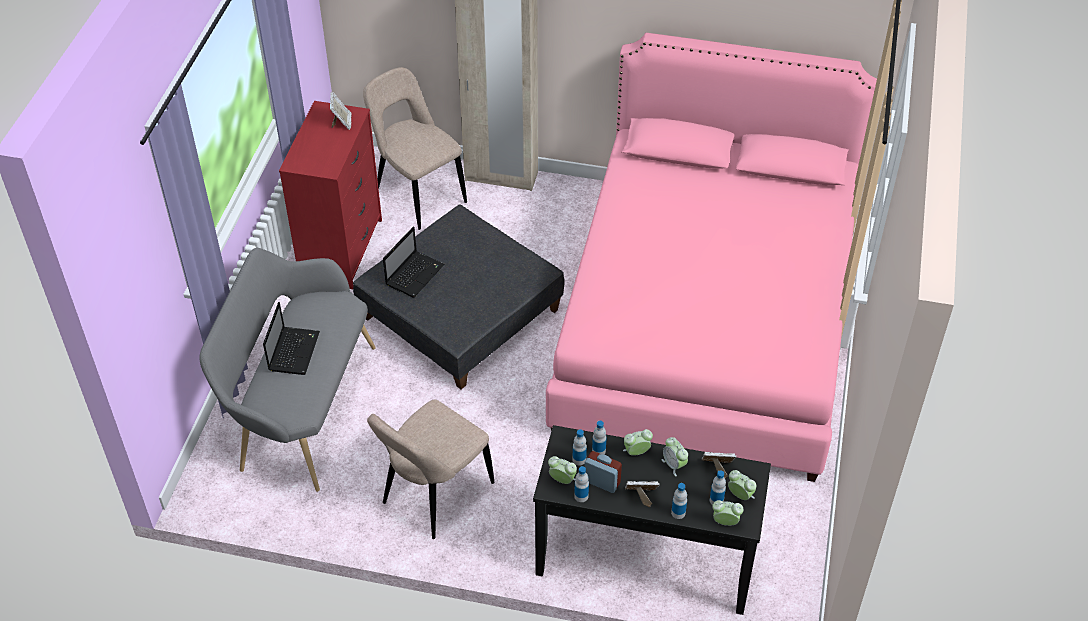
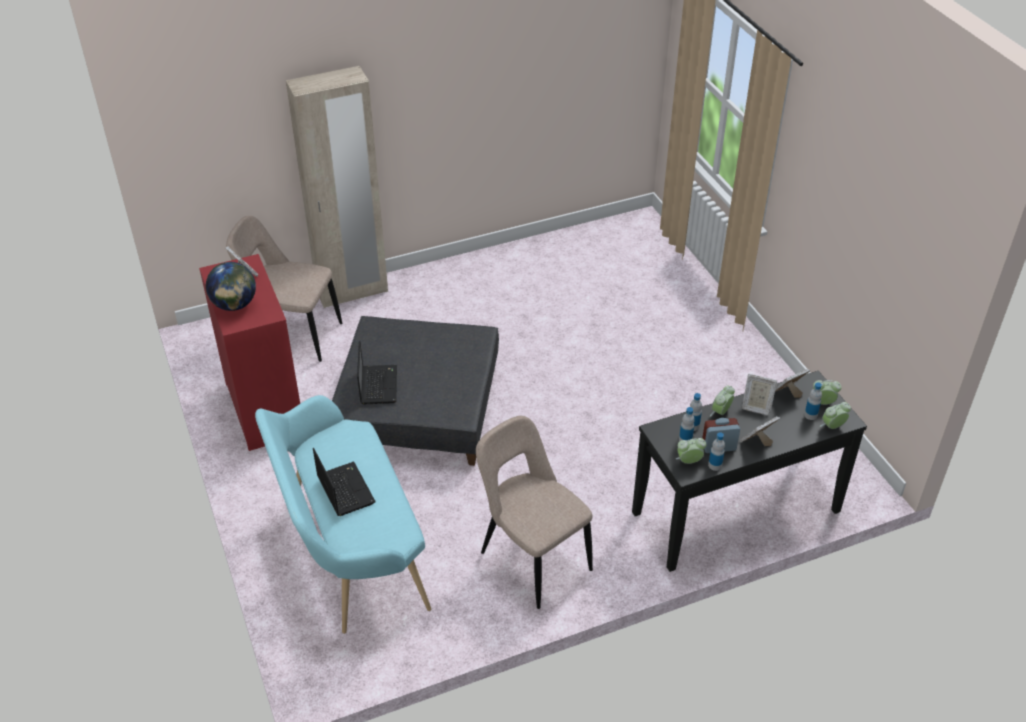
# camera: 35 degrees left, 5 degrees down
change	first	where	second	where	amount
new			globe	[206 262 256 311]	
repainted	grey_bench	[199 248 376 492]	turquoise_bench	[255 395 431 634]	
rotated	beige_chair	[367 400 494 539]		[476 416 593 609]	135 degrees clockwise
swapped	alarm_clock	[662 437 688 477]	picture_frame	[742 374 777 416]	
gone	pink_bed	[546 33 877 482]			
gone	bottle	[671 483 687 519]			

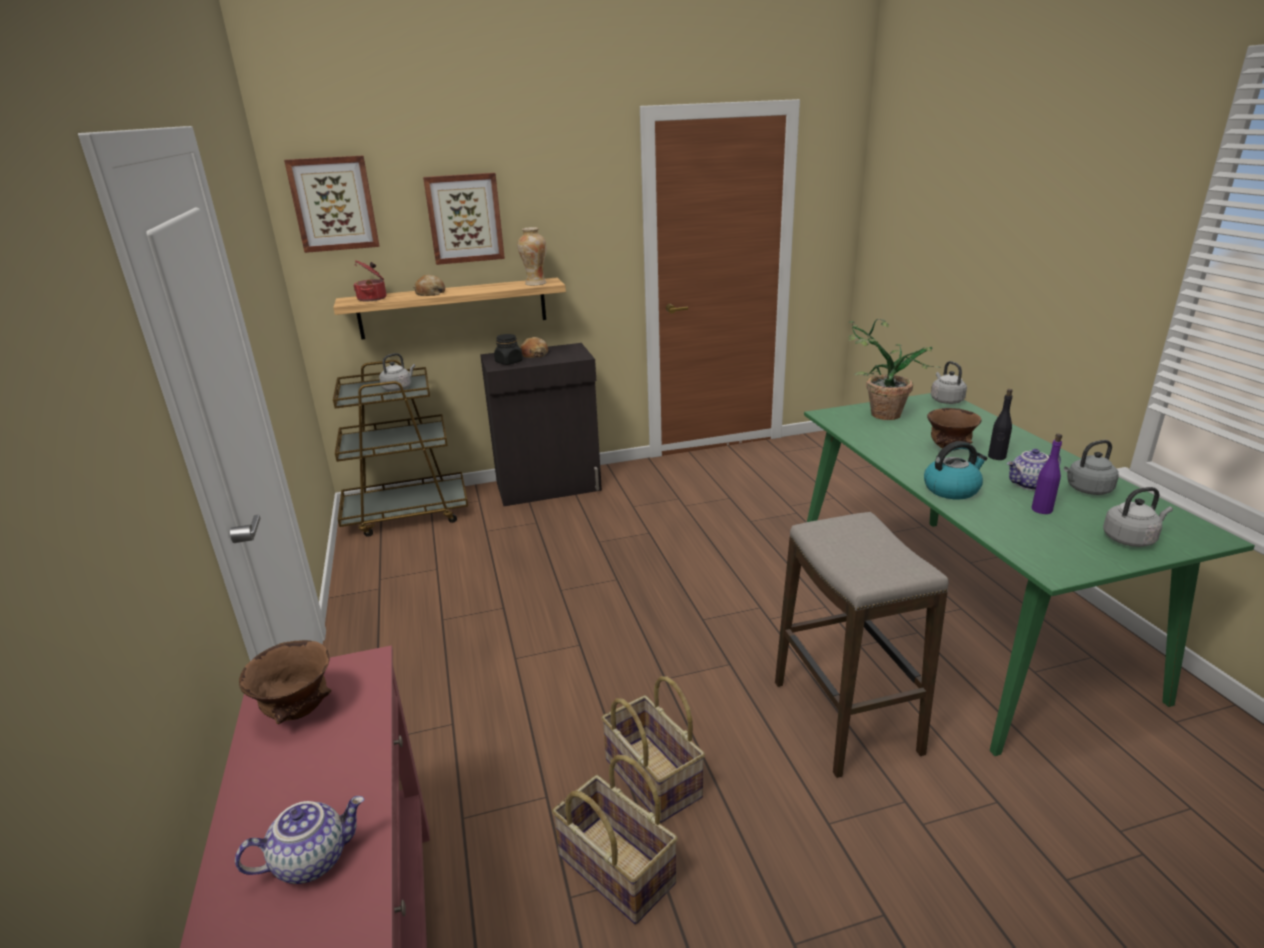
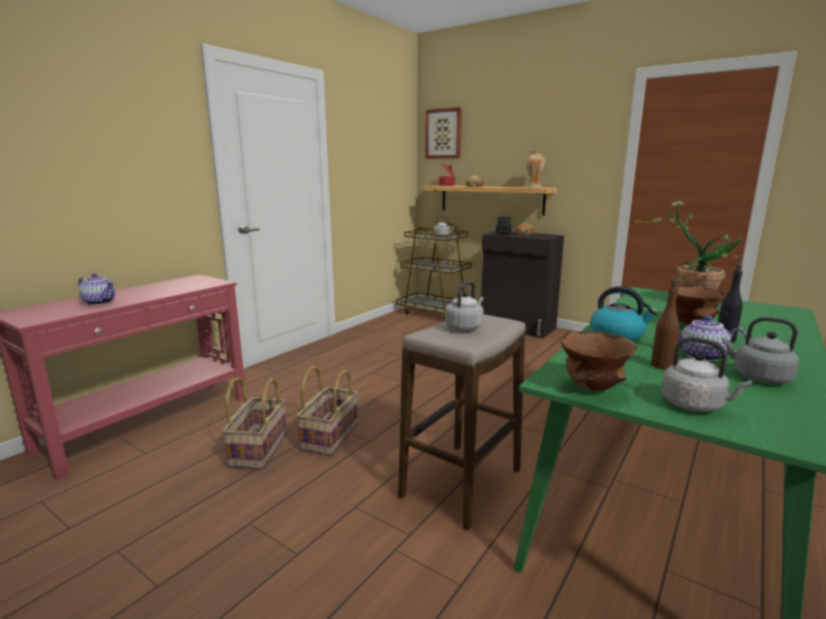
# camera: 50 degrees right, 10 degrees down
change	first	where	second	where	amount
shifted	grey_kettle	[931 361 967 404]		[445 281 484 331]	
shifted	brown_bowl	[239 640 331 724]		[560 331 637 391]	
repainted	purple_bottle	[1032 434 1062 514]	brown_bottle	[651 279 679 370]	
gone	picture	[423 173 505 265]			

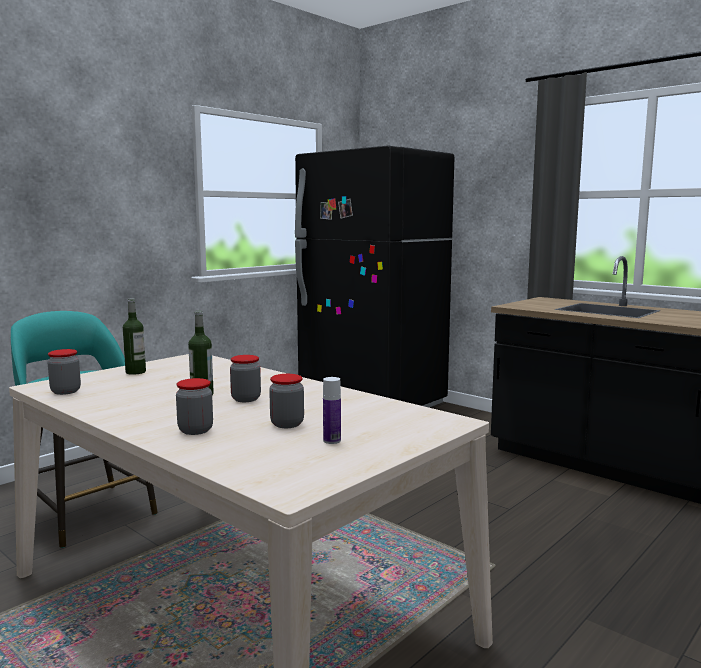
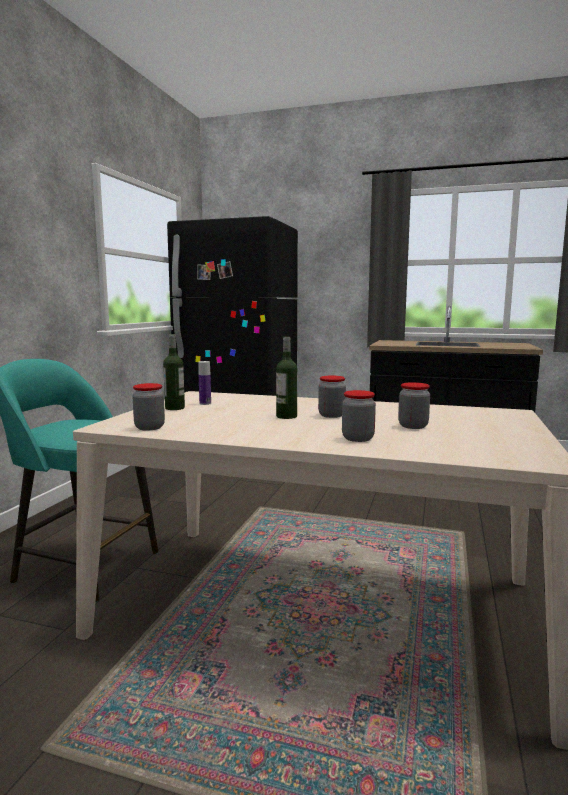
# camera: 25 degrees left, 0 degrees up
change	first	where	second	where	amount
shifted	bottle	[323 377 341 444]		[198 361 211 405]	

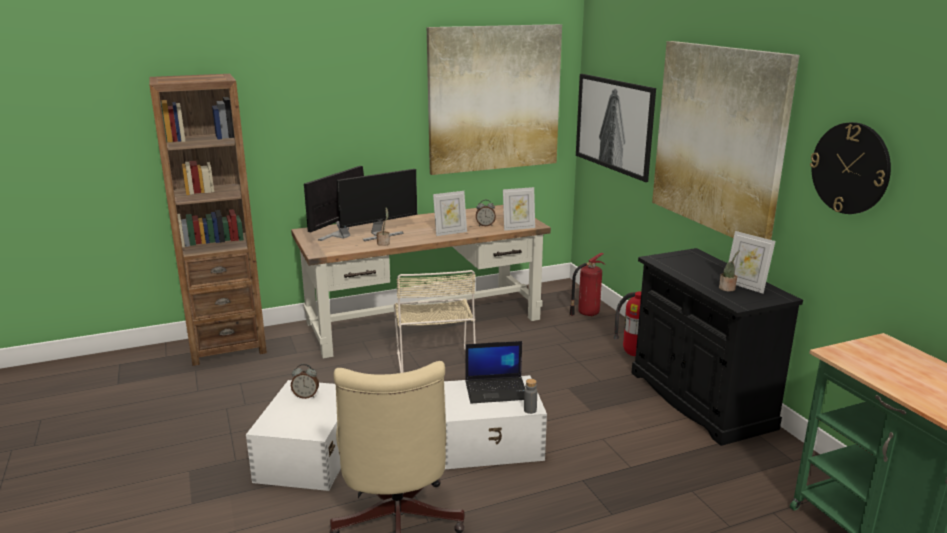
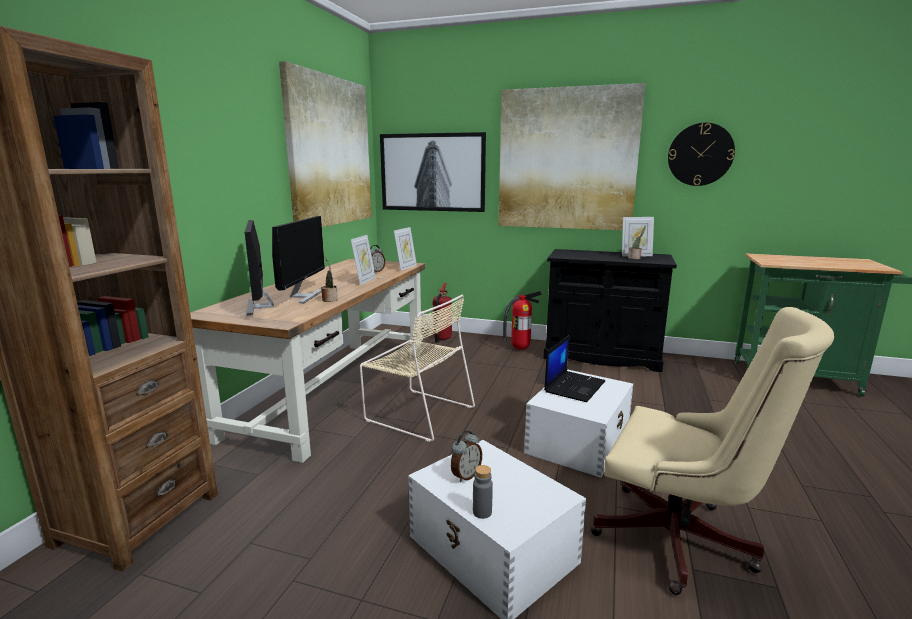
# camera: 50 degrees left, 5 degrees down
change	first	where	second	where	amount
shifted	grey_bottle	[524 379 537 414]		[473 465 493 519]	

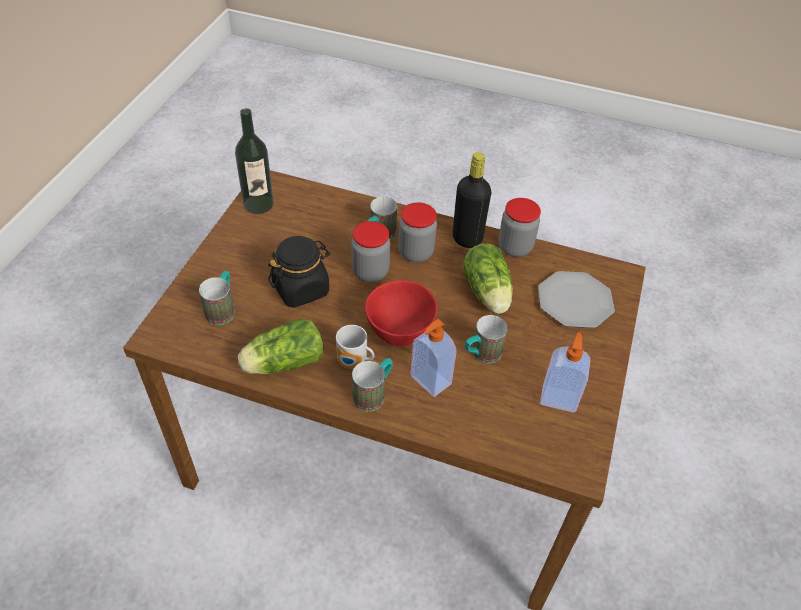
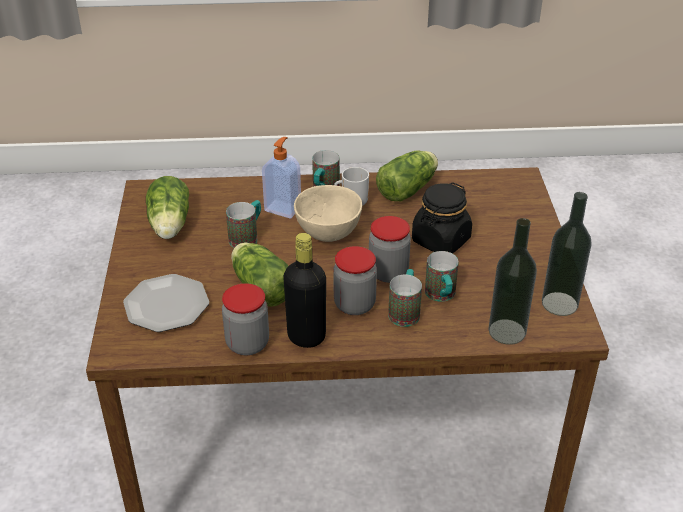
# camera: 160 degrees right, 10 degrees down
change	first	where	second	where	amount
swapped	soap_dispenser	[540 332 590 412]	lettuce	[146 176 189 239]	
repainted	red_bowl	[365 280 438 346]	beige_bowl	[294 185 362 242]	
shifted	mug	[199 271 235 325]		[425 251 459 302]	
new			bottle	[488 218 537 345]	

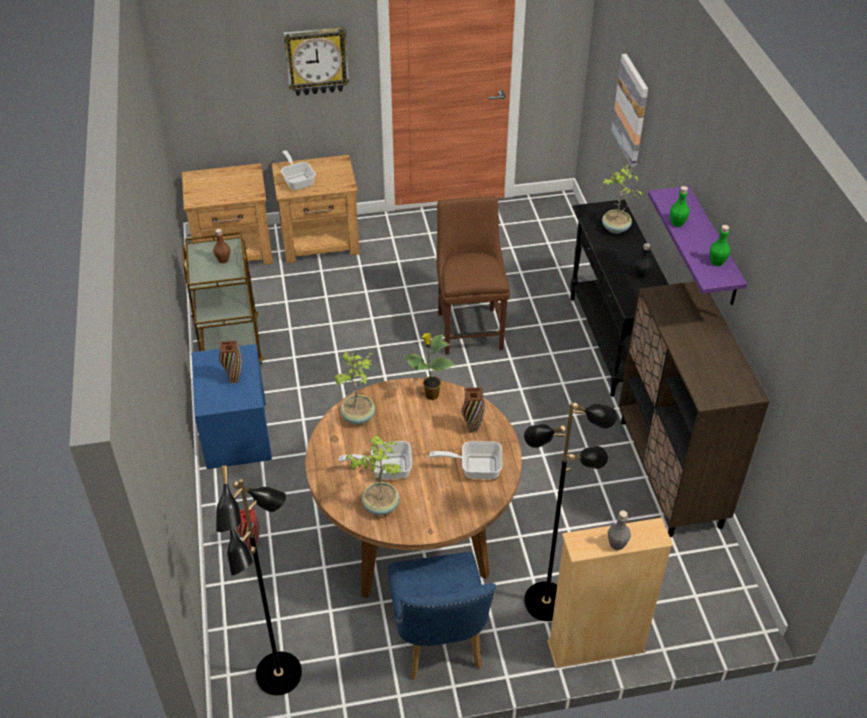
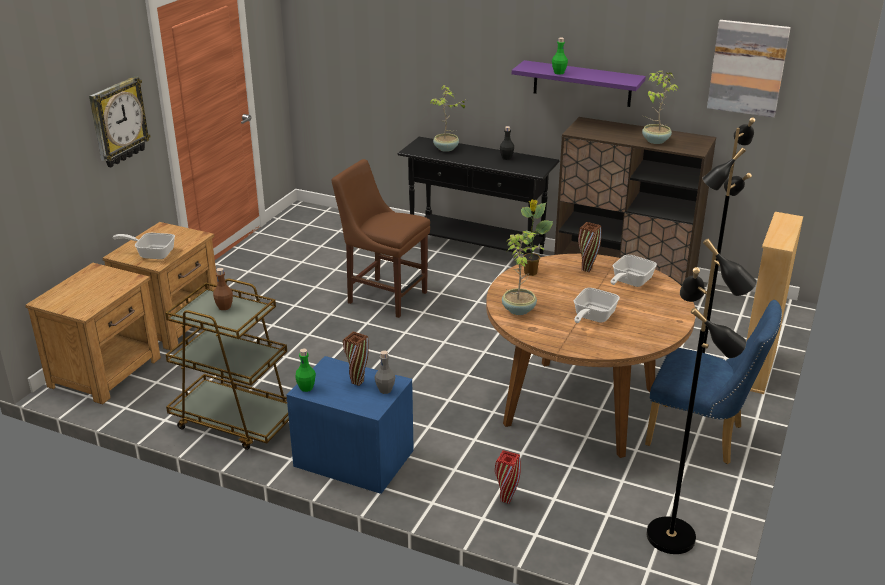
# camera: 55 degrees left, 15 degrees down
change	first	where	second	where	amount
shifted	green_bottle	[710 225 730 266]		[295 348 316 392]	
shifted	grey_bottle	[608 510 631 550]		[375 351 395 394]	
shifted	potted_plant	[345 435 402 515]		[642 71 679 144]	
shifted	picture	[611 54 648 167]		[707 20 791 118]	

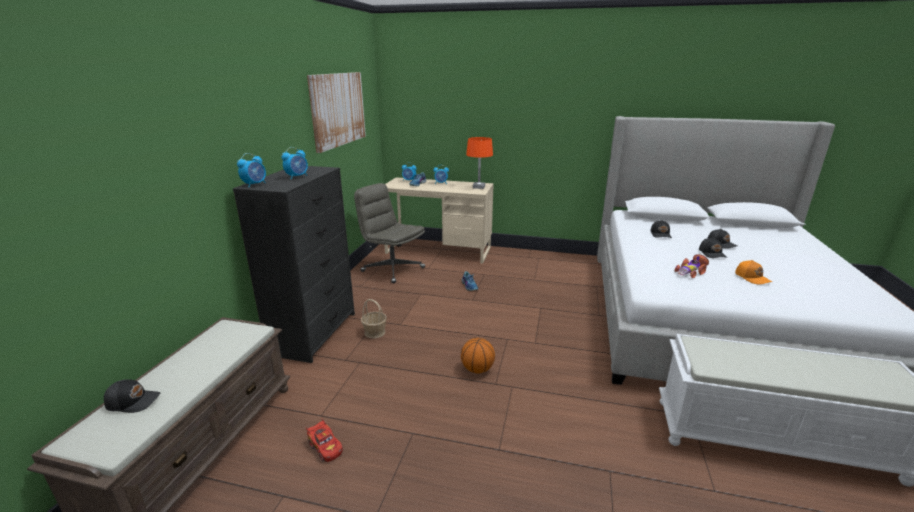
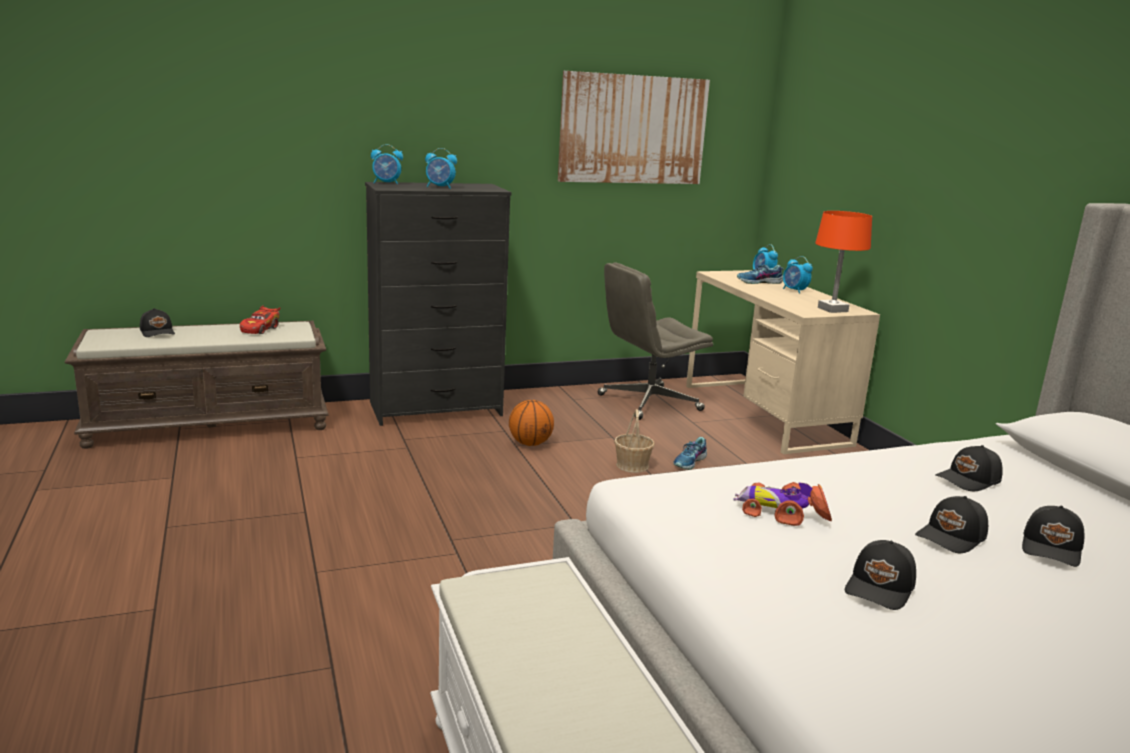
# camera: 55 degrees right, 5 degrees down
change	first	where	second	where	amount
shifted	red_toy_car	[306 419 343 462]		[240 305 280 334]	
shifted	basketball	[461 338 495 374]		[509 400 554 446]	
rotated	grey_office_chair	[354 183 425 283]		[597 262 713 420]	120 degrees counterclockwise
shifted	basket	[361 299 387 338]		[614 409 655 473]	
repainted	orange_cap	[735 260 772 284]	black_cap	[845 540 916 610]	

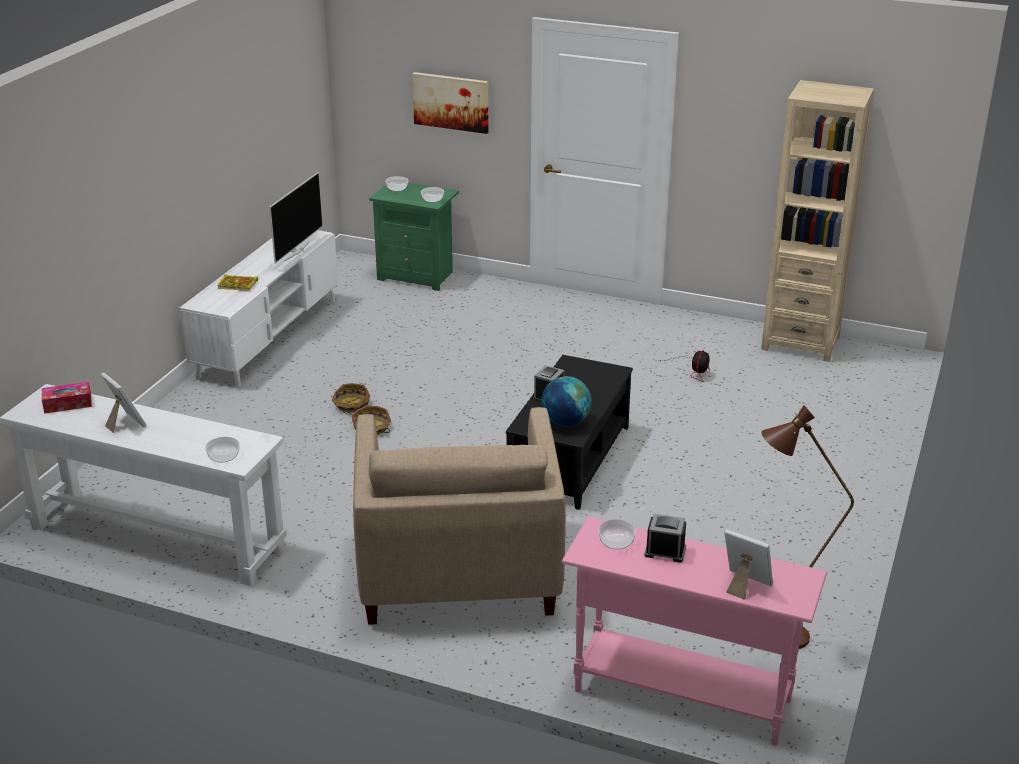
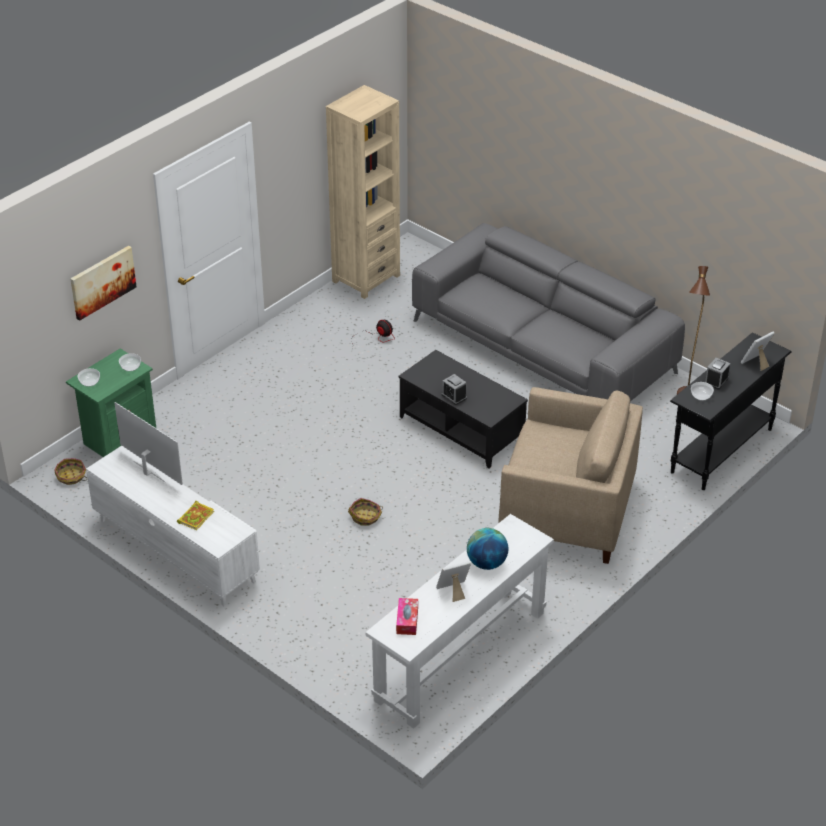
# camera: 70 degrees left, 10 degrees up
change	first	where	second	where	amount
shifted	basket	[332 383 370 413]		[54 458 87 485]	
new			grey_sofa	[412 223 685 401]	
shifted	globe	[541 376 592 426]		[467 528 508 570]	
repainted	pink_console_table	[562 517 827 746]	black_console_table	[670 333 792 490]	
gone	bowl	[205 437 240 462]			

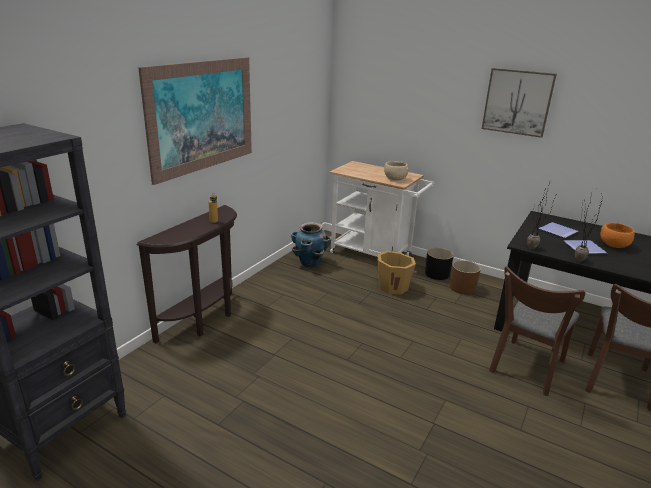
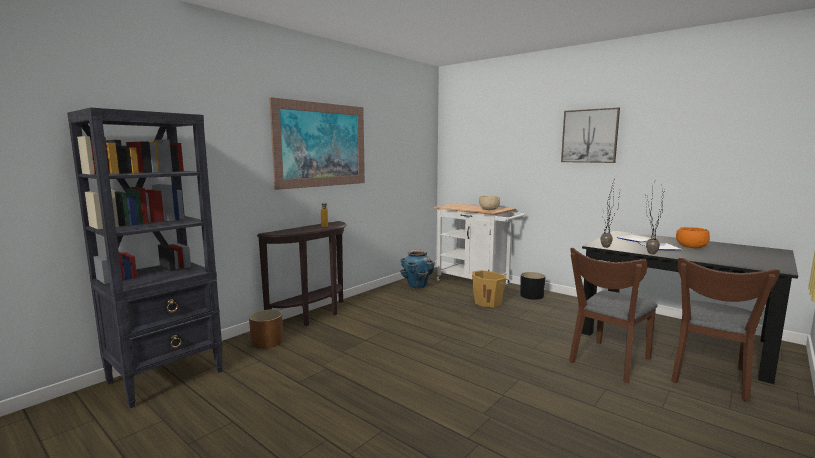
# camera: 10 degrees right, 15 degrees down
change	first	where	second	where	amount
shifted	brown_planter	[450 260 481 295]		[249 310 283 349]	

